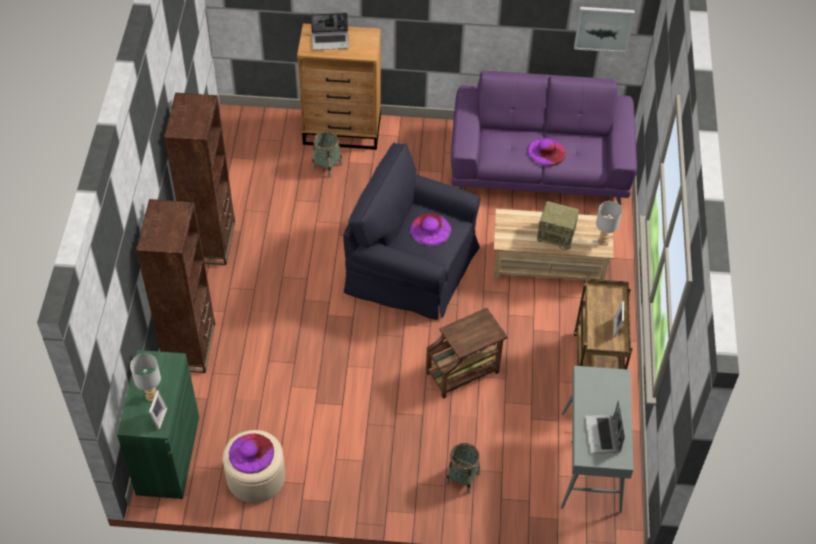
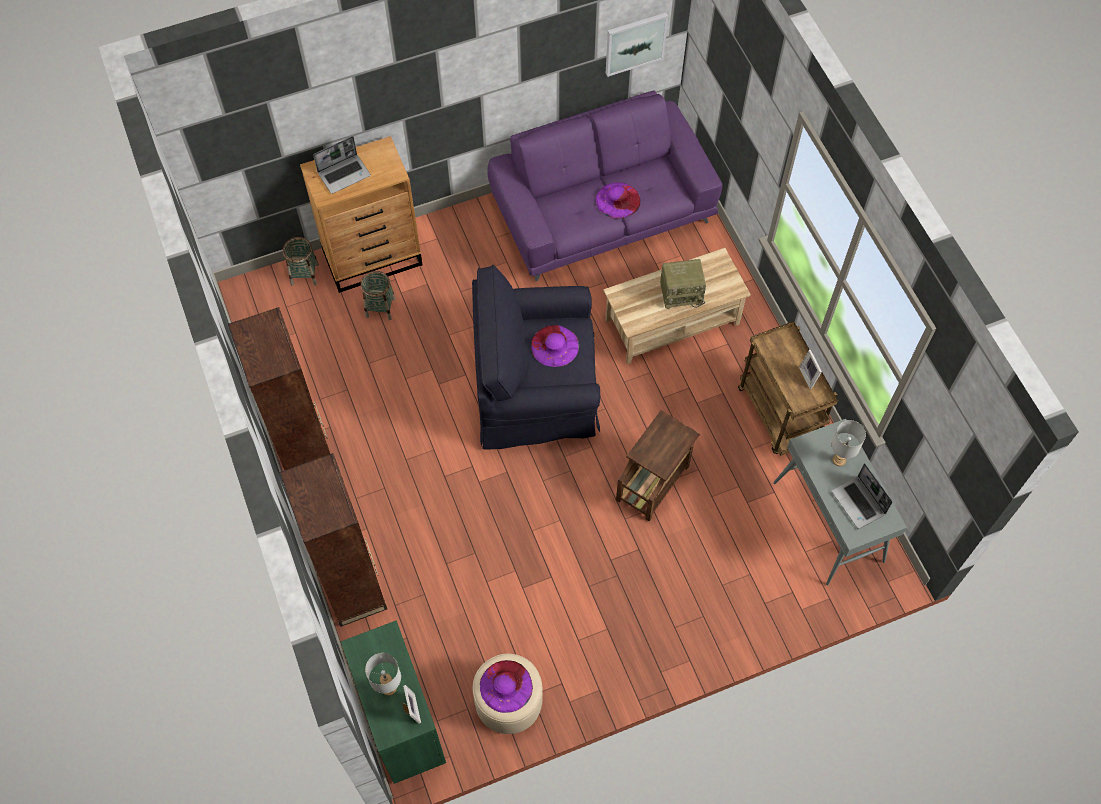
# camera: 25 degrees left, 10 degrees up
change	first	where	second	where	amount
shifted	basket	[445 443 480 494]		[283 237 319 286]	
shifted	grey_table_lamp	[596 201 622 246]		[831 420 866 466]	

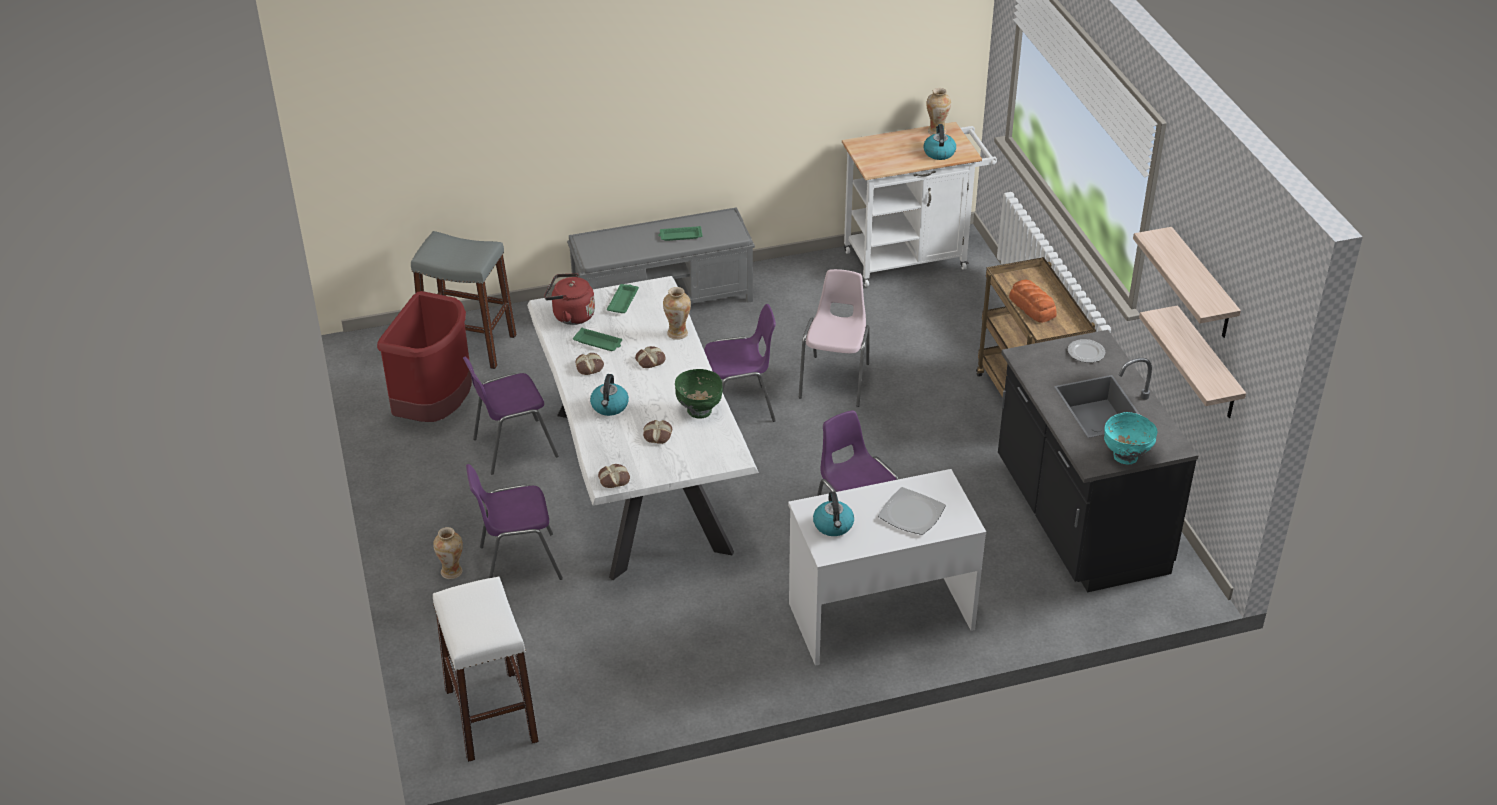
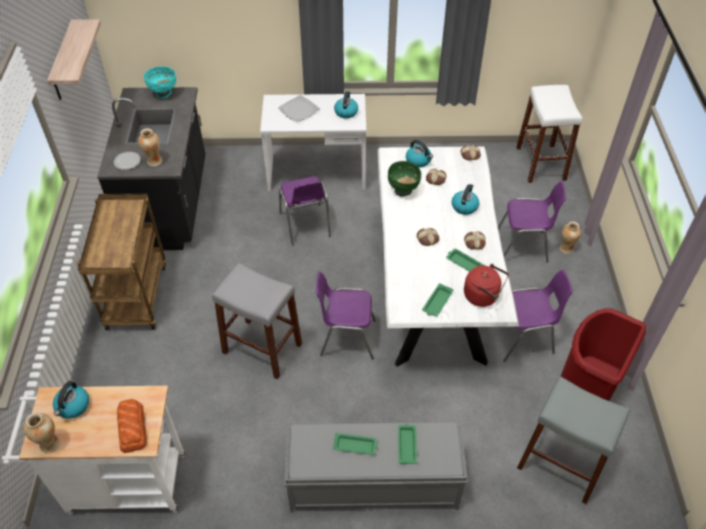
# camera: 165 degrees left, 10 degrees up
change	first	where	second	where	amount
shifted	bread	[1009 280 1057 323]		[117 399 147 453]	
shifted	vase	[663 287 691 340]		[138 128 162 166]	
swapped	pink_chair	[799 269 869 407]	grey_stool	[212 263 302 379]	
new			green_tray	[398 424 417 464]	
new			kettle	[406 140 433 168]	
gone	shelf	[1139 305 1246 418]			

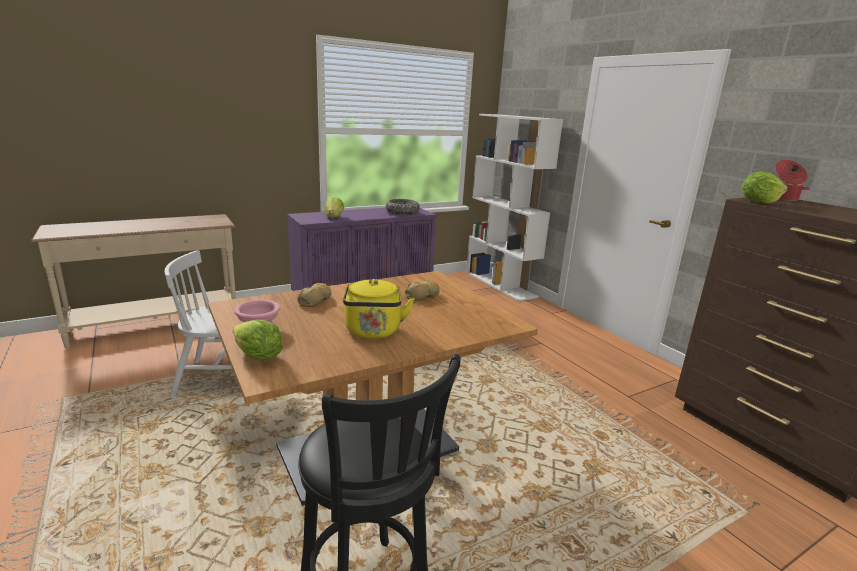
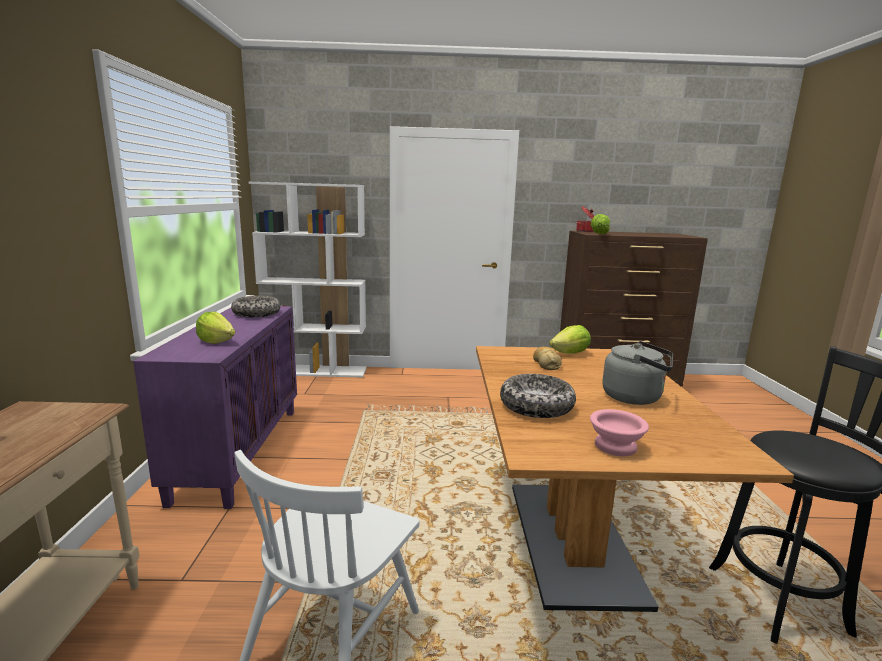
# camera: 60 degrees left, 5 degrees down
change	first	where	second	where	amount
swapped	bread	[297 283 332 307]	bowl	[500 374 576 418]	
shifted	lettuce	[233 320 283 361]		[549 325 591 354]	
repainted	yellow_kettle	[343 279 414 339]	grey_kettle	[602 341 673 405]	

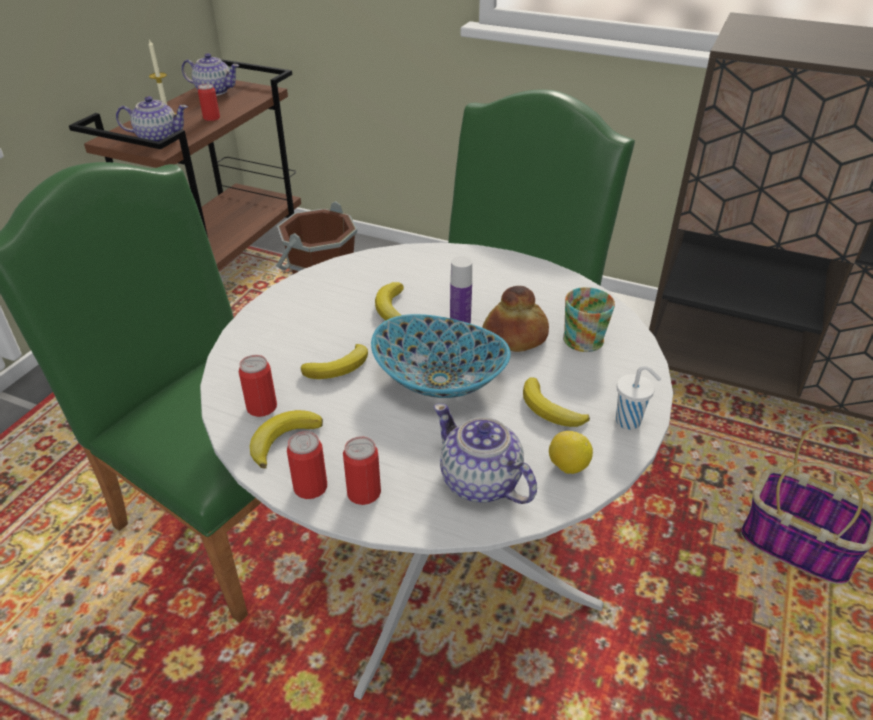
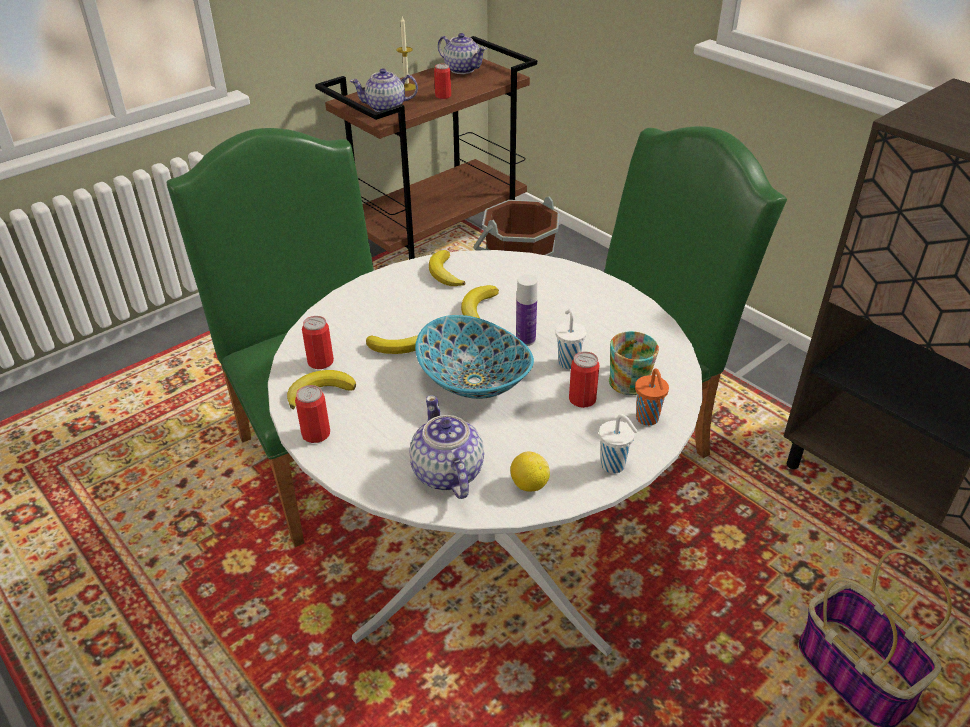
# camera: 25 degrees right, 0 degrees up
change	first	where	second	where	amount
rotated	teapot	[116 96 188 142]		[350 68 418 112]	150 degrees clockwise
shifted	banana	[523 377 590 427]		[429 250 466 286]	
swapped	bread	[482 286 549 352]	white_cup	[556 309 586 369]	
shifted	can	[343 436 381 505]		[569 352 599 408]	
new			orange_cup	[635 368 669 426]	

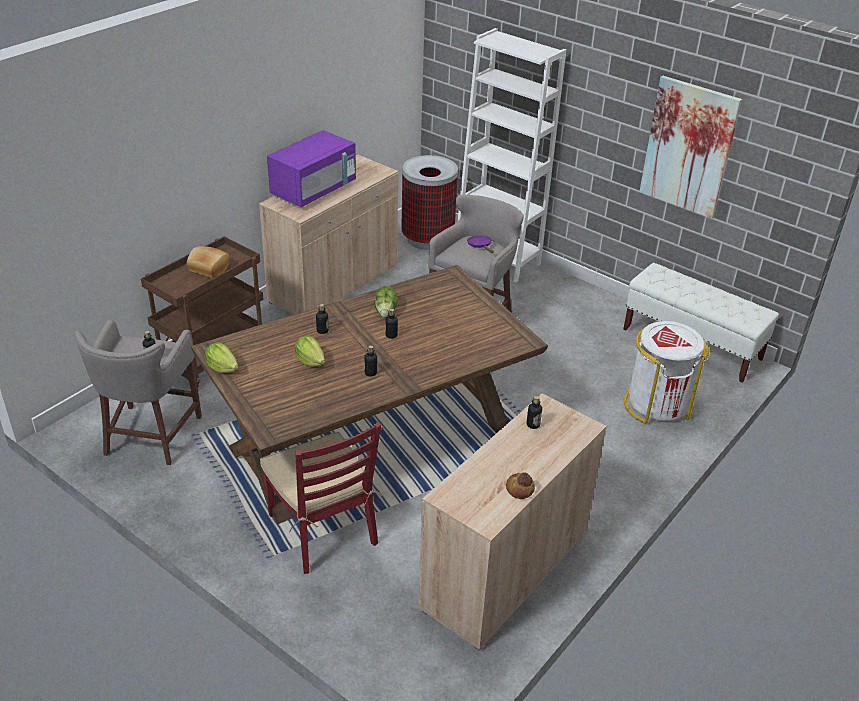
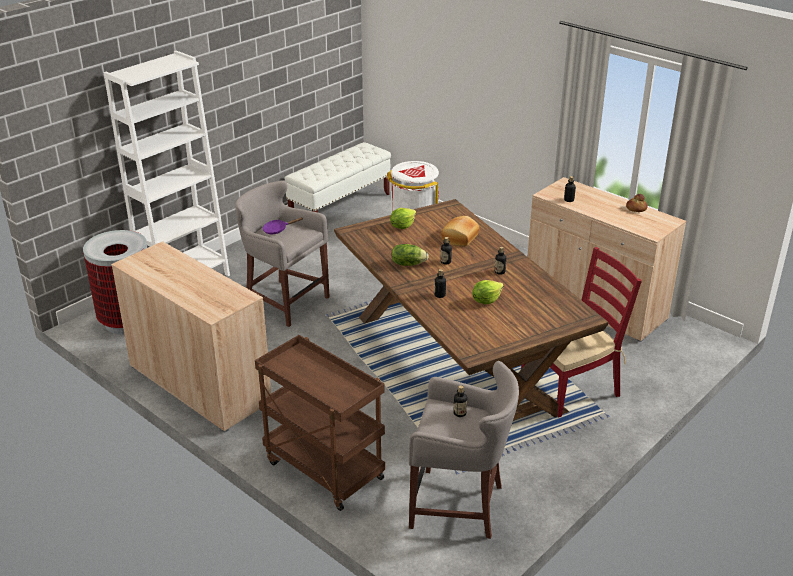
# camera: 85 degrees left, 5 degrees down
change	first	where	second	where	amount
shifted	lettuce	[205 342 239 373]		[390 208 416 229]	
shifted	bread	[187 246 230 278]		[441 216 479 246]	
gone	purple_microwave	[267 130 356 207]			
gone	picture	[639 76 742 219]			

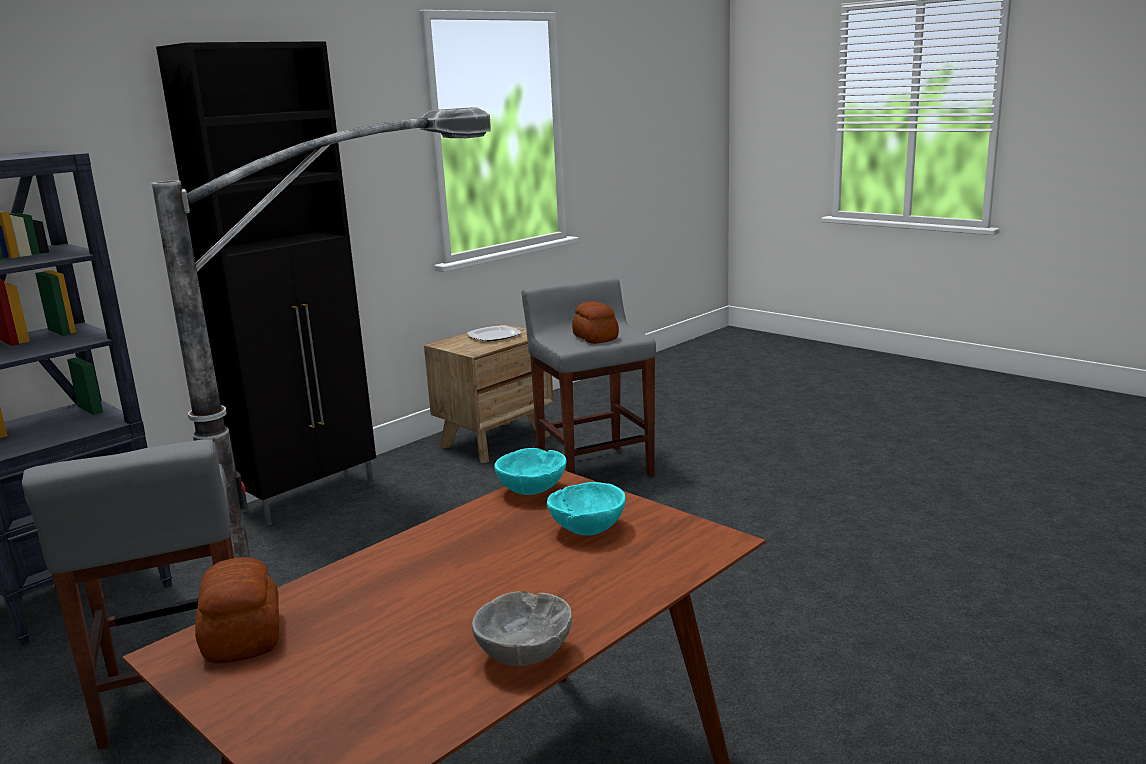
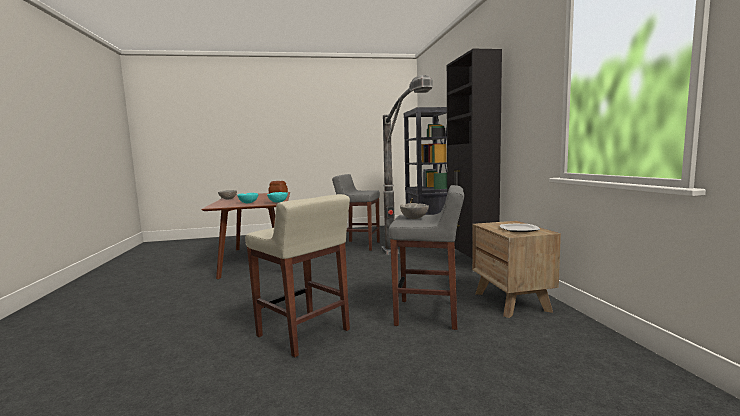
# camera: 125 degrees right, 10 degrees down
change	first	where	second	where	amount
new			beige_stool	[245 194 350 357]	
swapped	bread	[572 301 619 344]	grey_bowl	[400 203 429 219]	

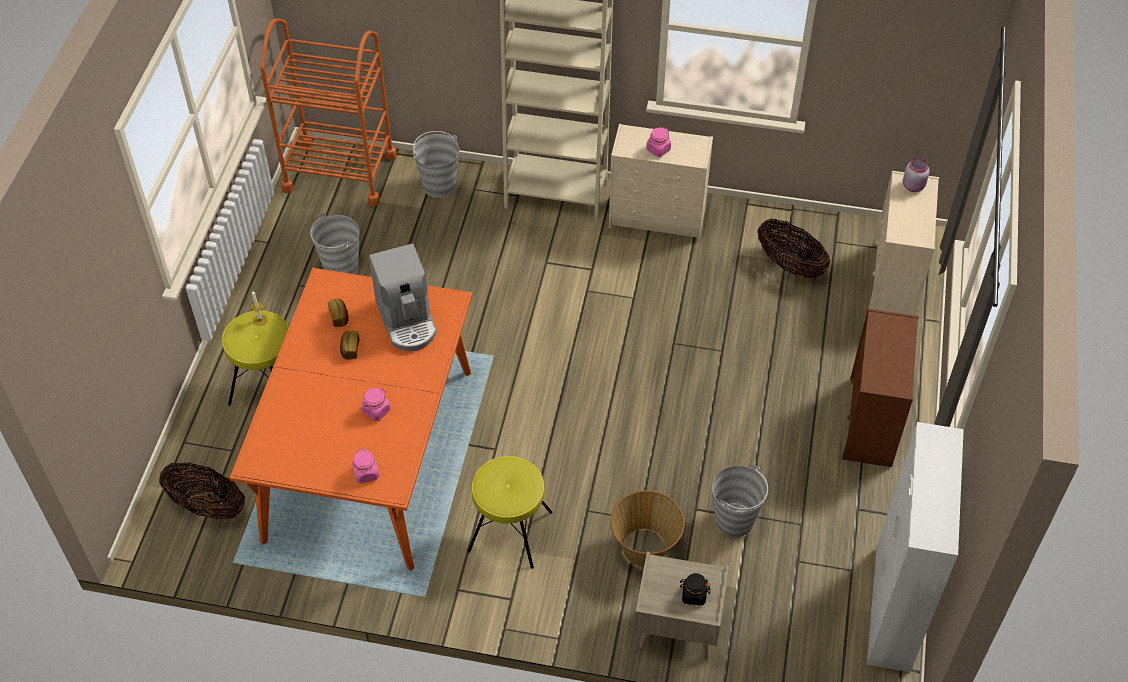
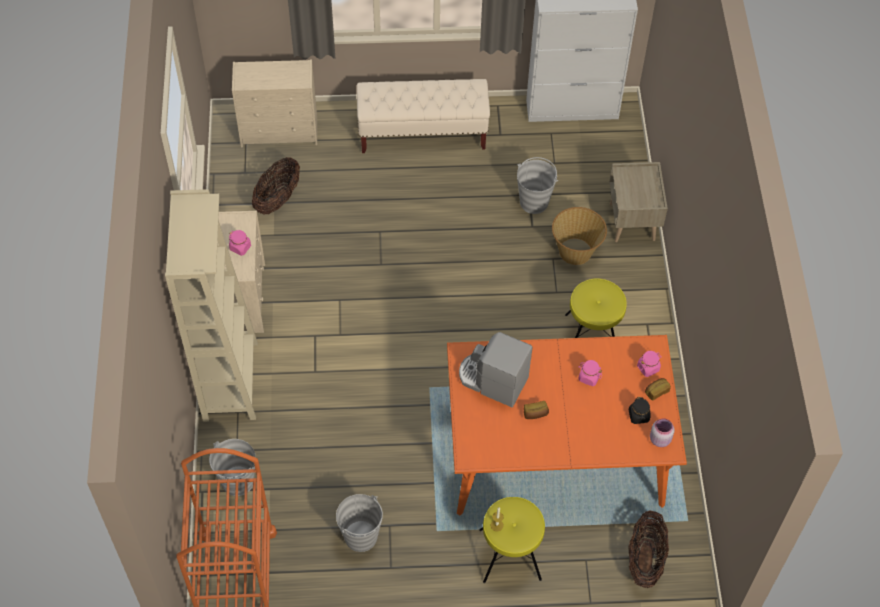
# camera: 105 degrees left, 5 degrees up
change	first	where	second	where	amount
swapped	brown_dresser	[842 308 919 467]	beige_bench	[357 79 490 153]	
rotated	coffee_machine	[369 244 437 351]		[459 332 533 407]	120 degrees counterclockwise
shifted	black_jar	[679 573 710 605]		[629 397 651 424]	
shifted	bread	[328 299 349 327]		[645 378 671 401]	
shifted	pink_jar	[903 158 929 192]		[650 418 675 447]	

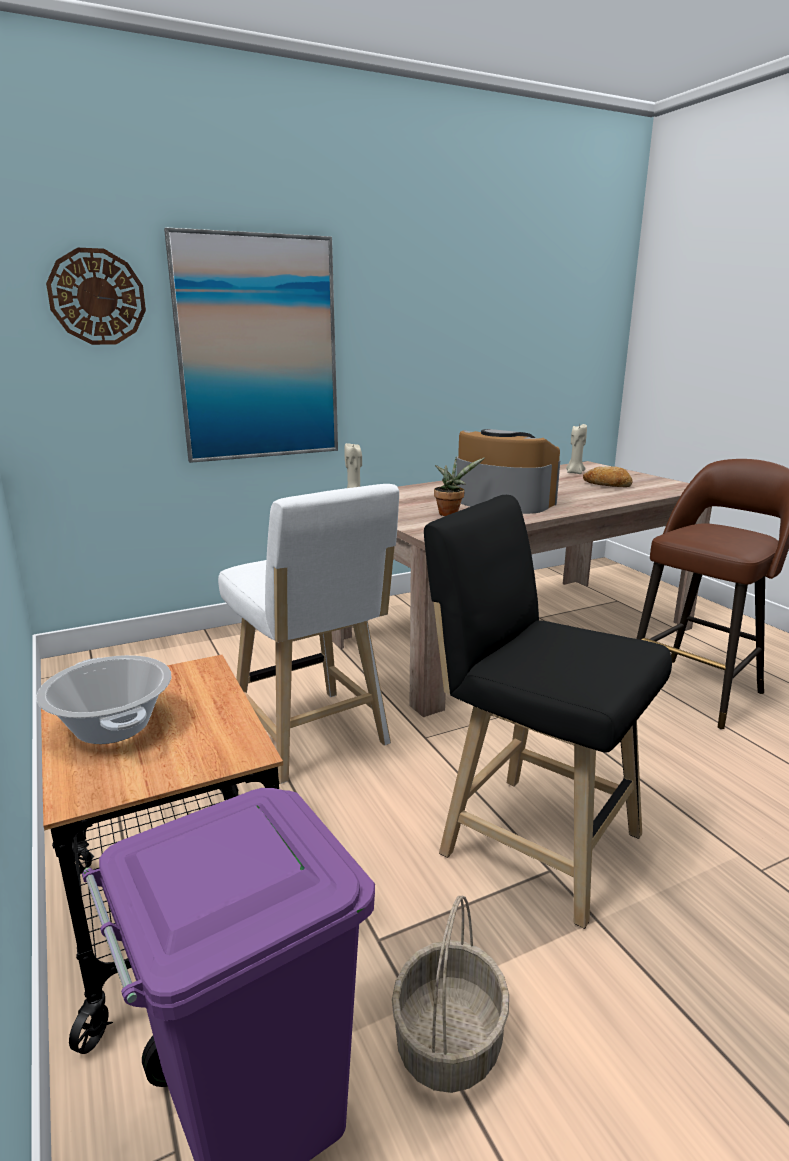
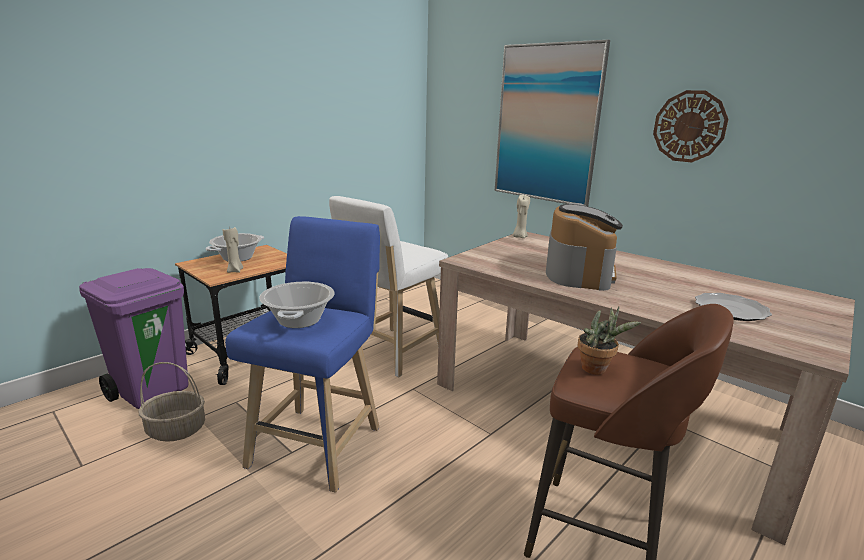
# camera: 70 degrees right, 0 degrees up
change	first	where	second	where	amount
shifted	beige_candle	[566 424 587 474]		[223 227 243 273]	
repainted	black_stool	[424 495 672 929]	blue_stool	[226 216 380 493]	
new			cooking_pot	[259 282 335 328]	
shifted	potted_plant	[434 457 484 516]		[577 306 641 375]	
shifted	wall_clock	[46 248 146 345]		[653 90 728 163]	
swapped	bread	[583 466 633 487]	plate	[695 293 772 321]	

